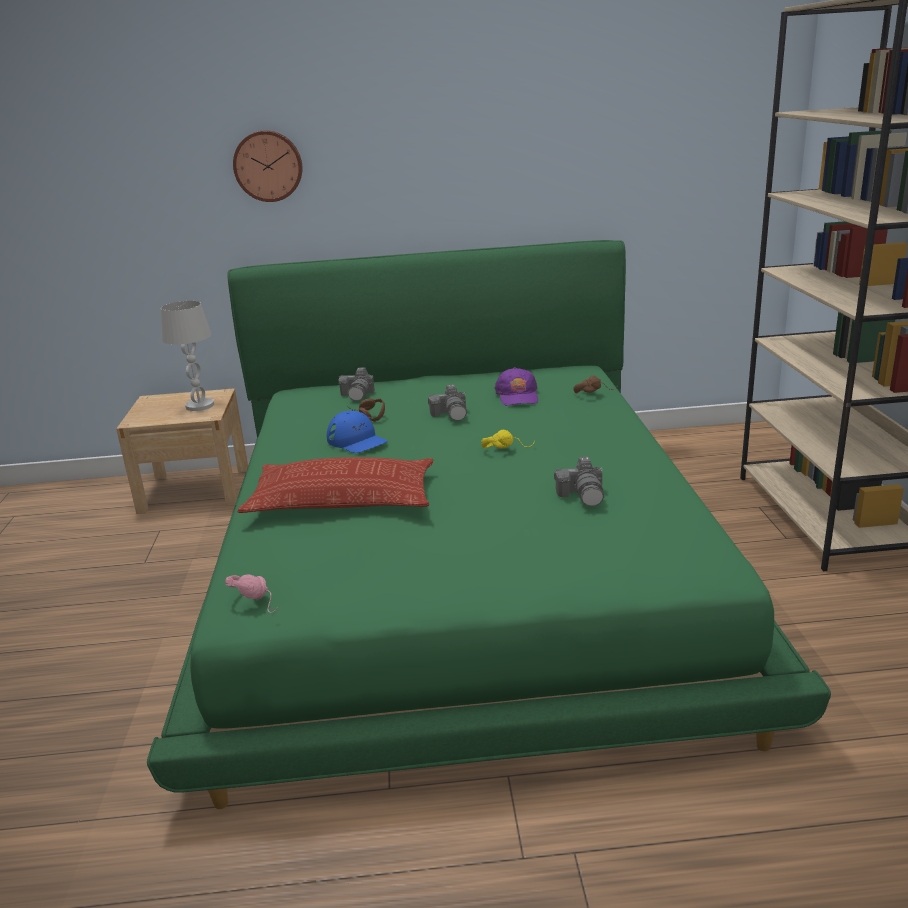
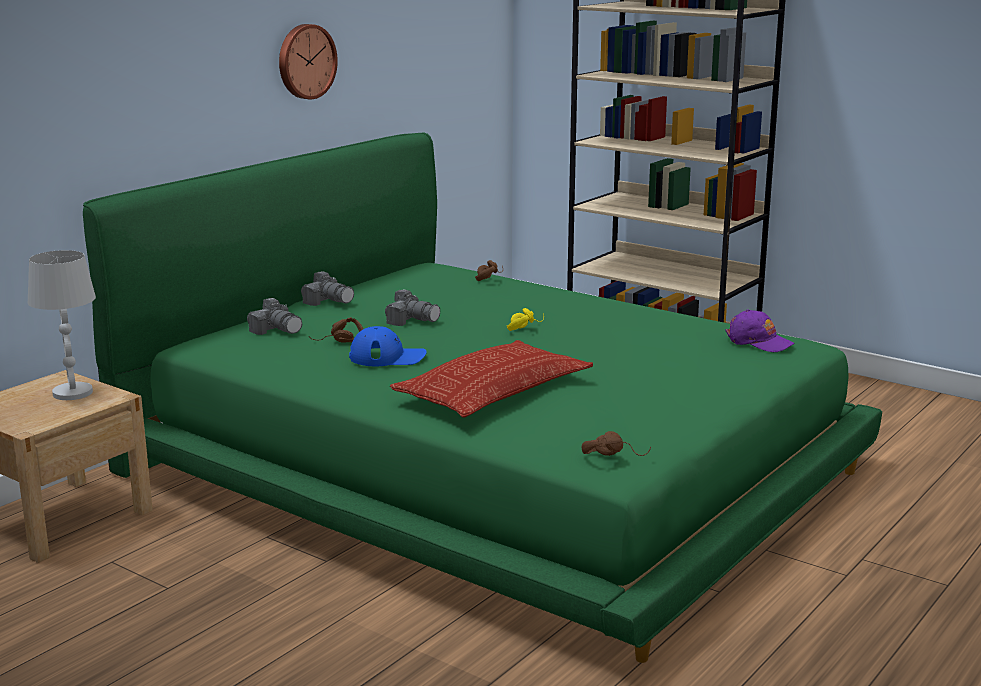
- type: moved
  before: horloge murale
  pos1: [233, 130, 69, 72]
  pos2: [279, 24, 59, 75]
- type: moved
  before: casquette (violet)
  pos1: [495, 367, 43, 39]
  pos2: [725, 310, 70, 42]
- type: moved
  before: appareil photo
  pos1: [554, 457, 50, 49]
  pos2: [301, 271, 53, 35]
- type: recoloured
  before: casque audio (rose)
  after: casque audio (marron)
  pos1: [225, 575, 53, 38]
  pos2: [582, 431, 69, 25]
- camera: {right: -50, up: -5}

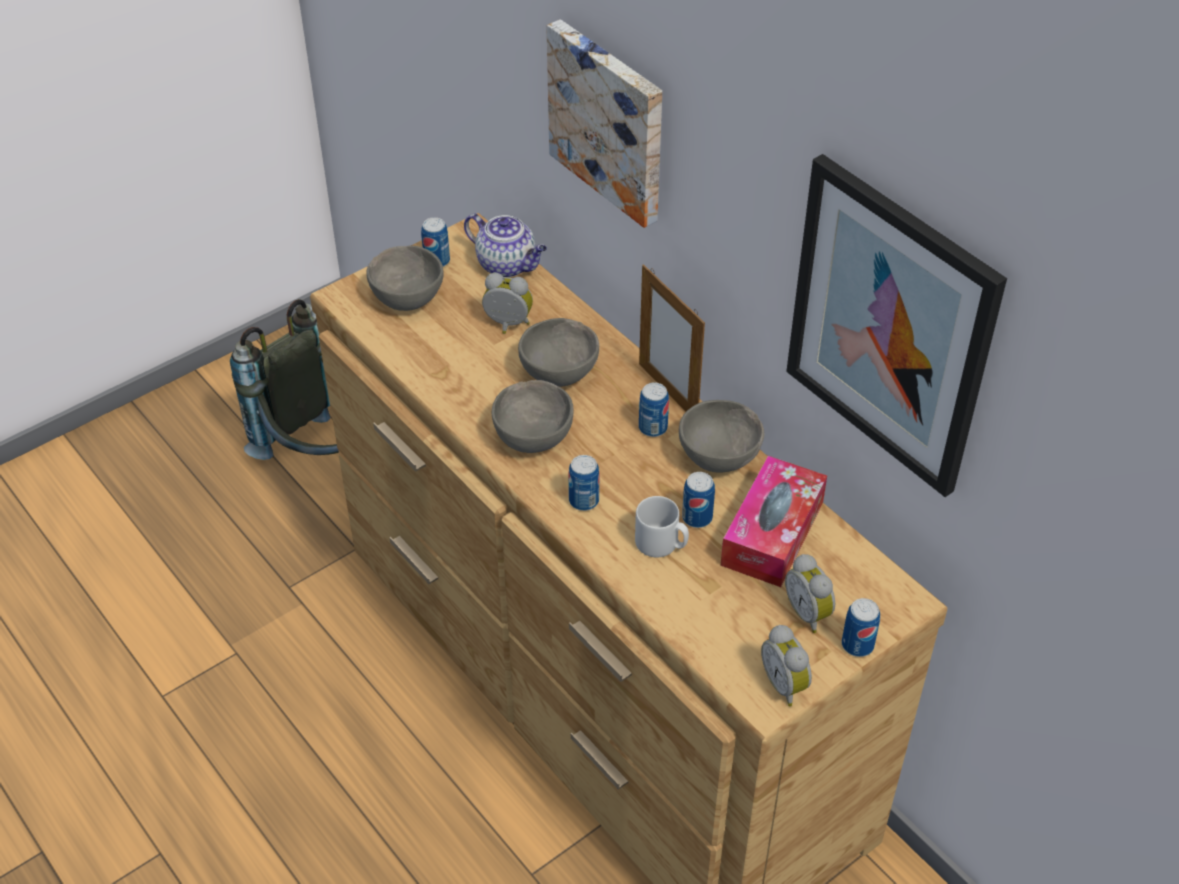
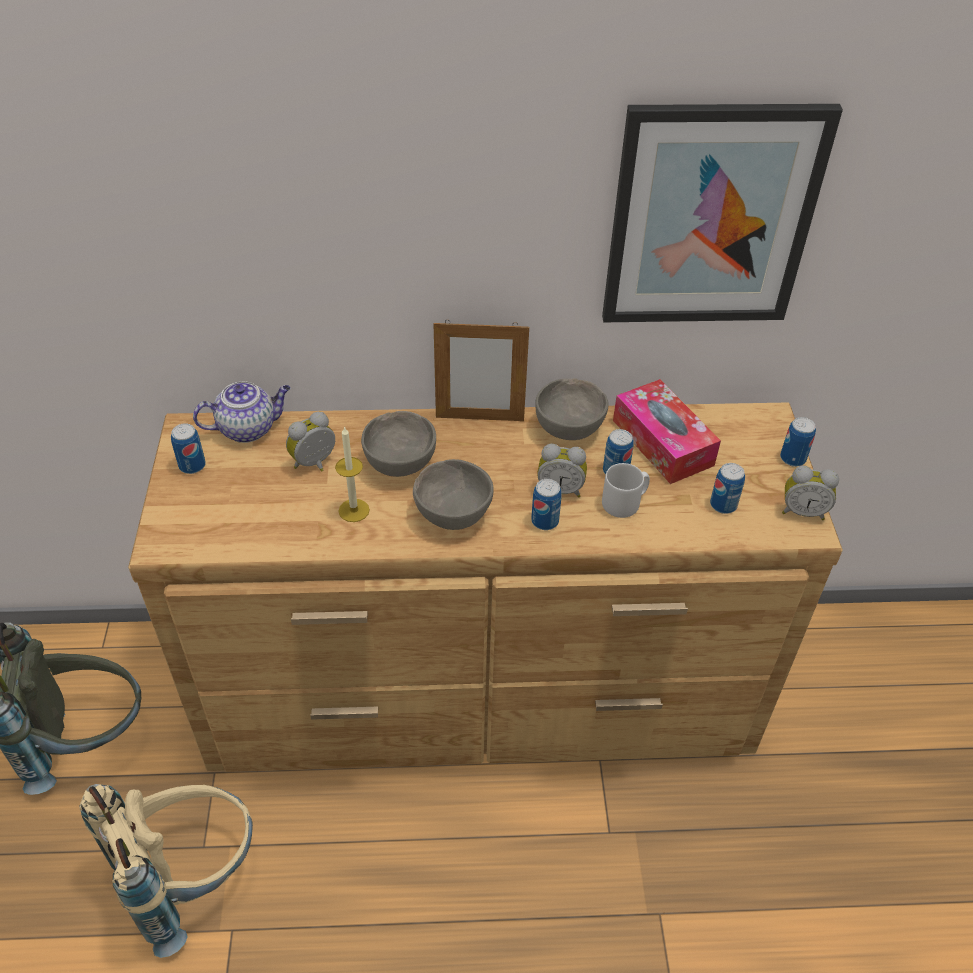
- type: removed
  before: tableau
  pos1: [546, 19, 116, 209]
- type: removed
  before: bol (gris)
  pos1: [366, 246, 78, 65]
- type: moved
  before: boîte métallique
  pos1: [639, 382, 30, 55]
  pos2: [710, 463, 35, 51]
- type: moved
  before: réveil
  pos1: [785, 554, 50, 79]
  pos2: [537, 444, 50, 53]
- type: added
  after: bougie
  pos2: [335, 426, 35, 96]
- type: added
  after: sac à dos (beige)
  pos2: [79, 784, 174, 174]
- camera: {right: -55, up: 0}

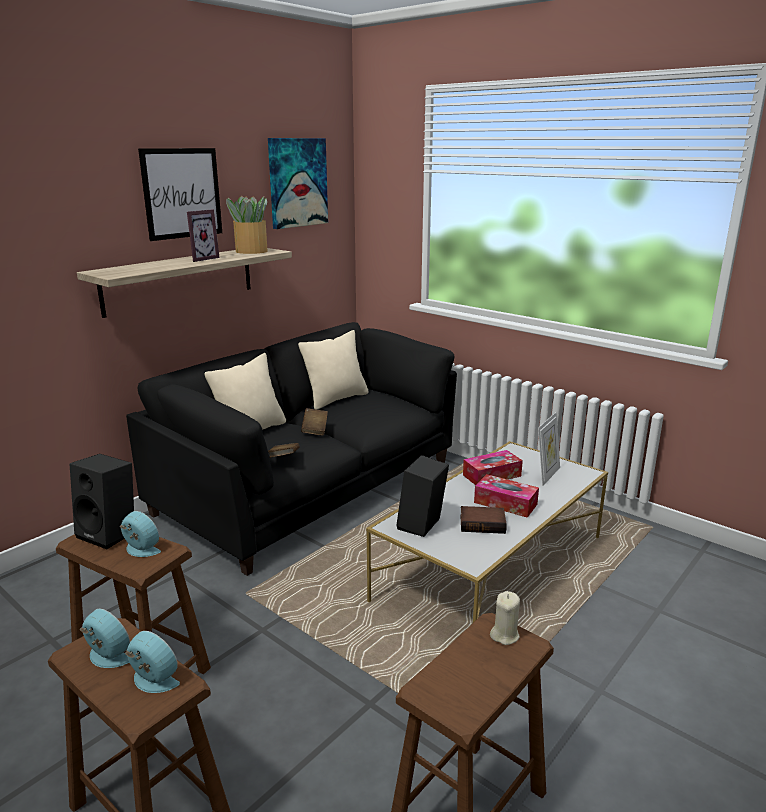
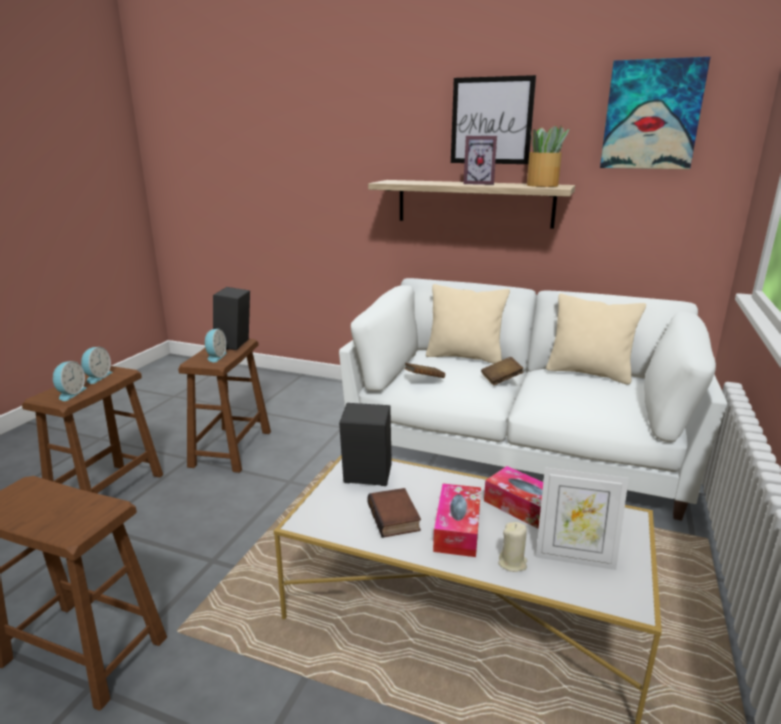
- type: recoloured
  before: canapé (noir)
  after: canapé (blanc)
  pos1: [126, 322, 331, 254]
  pos2: [339, 278, 388, 243]
- type: moved
  before: bougie (beige)
  pos1: [490, 591, 30, 54]
  pos2: [498, 522, 29, 50]
- camera: {right: 70, up: 0}

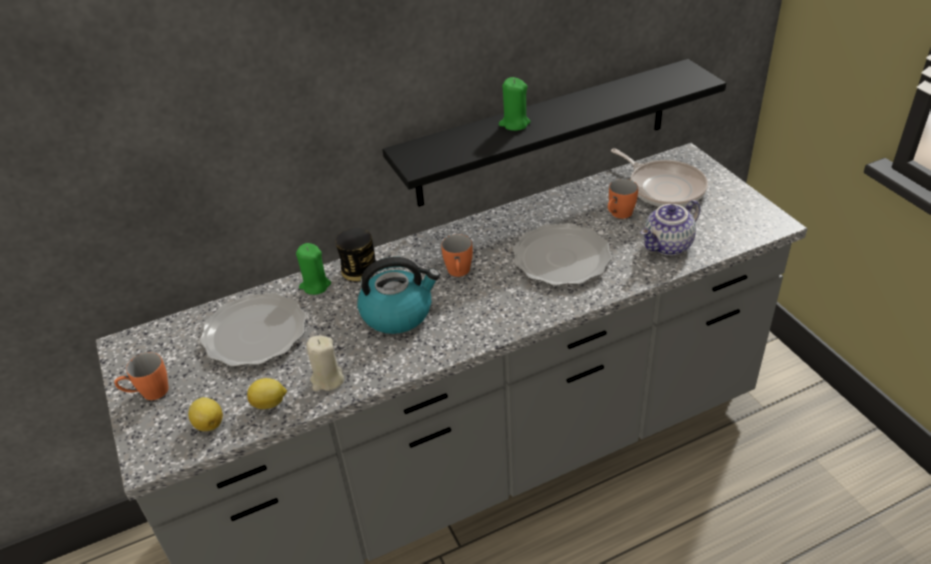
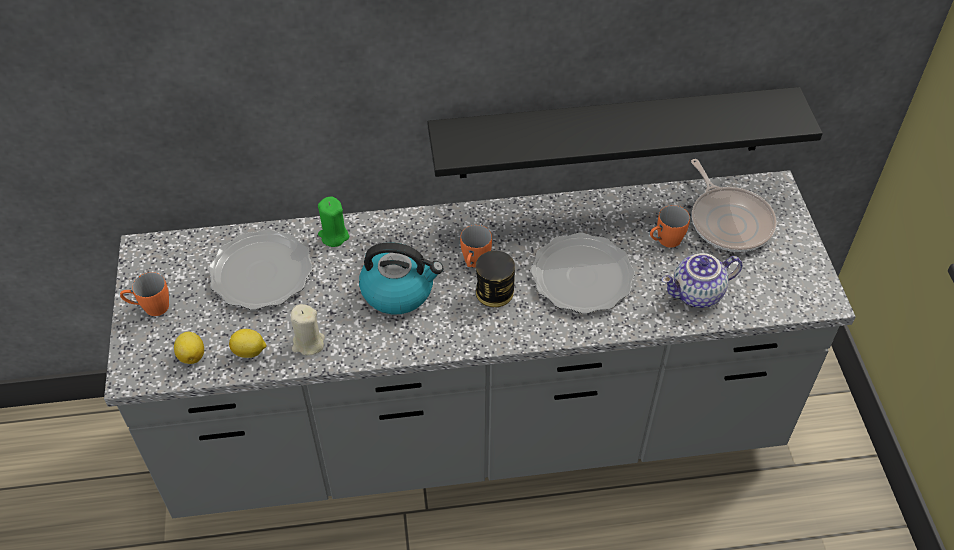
- type: removed
  before: bougie (vert)
  pos1: [499, 77, 31, 54]
- type: moved
  before: boîte métallique
  pos1: [335, 228, 41, 54]
  pos2: [476, 251, 39, 56]
- camera: {right: 15, up: 10}

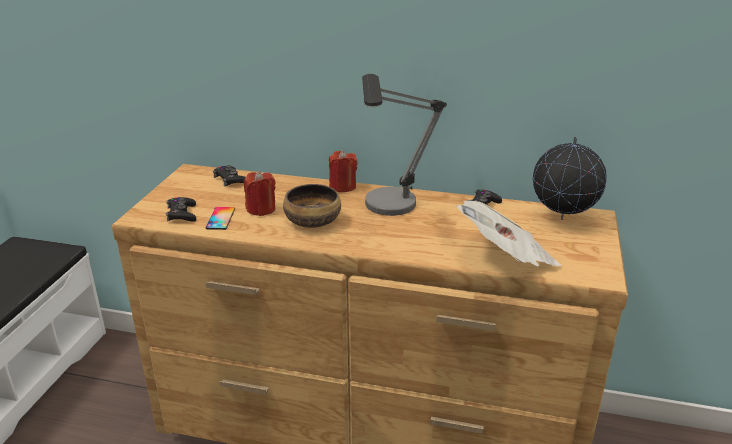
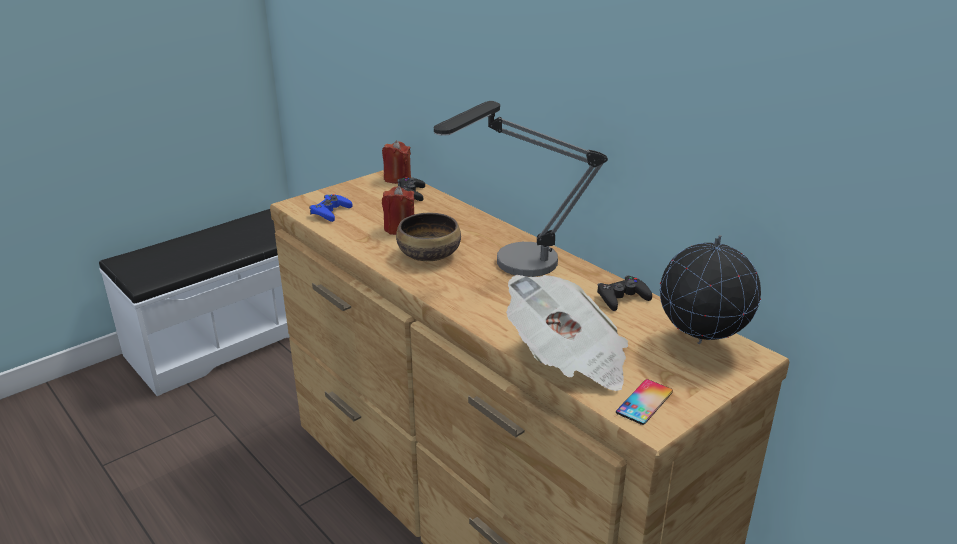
- type: moved
  before: bougie (rouge)
  pos1: [329, 150, 28, 42]
  pos2: [382, 141, 29, 43]
- type: recoloured
  before: manette (noir)
  after: manette (bleu)
  pos1: [166, 197, 30, 25]
  pos2: [309, 194, 44, 28]
- type: moved
  before: téléphone
  pos1: [206, 207, 29, 23]
  pos2: [616, 379, 57, 46]
- camera: {right: 35, up: 0}

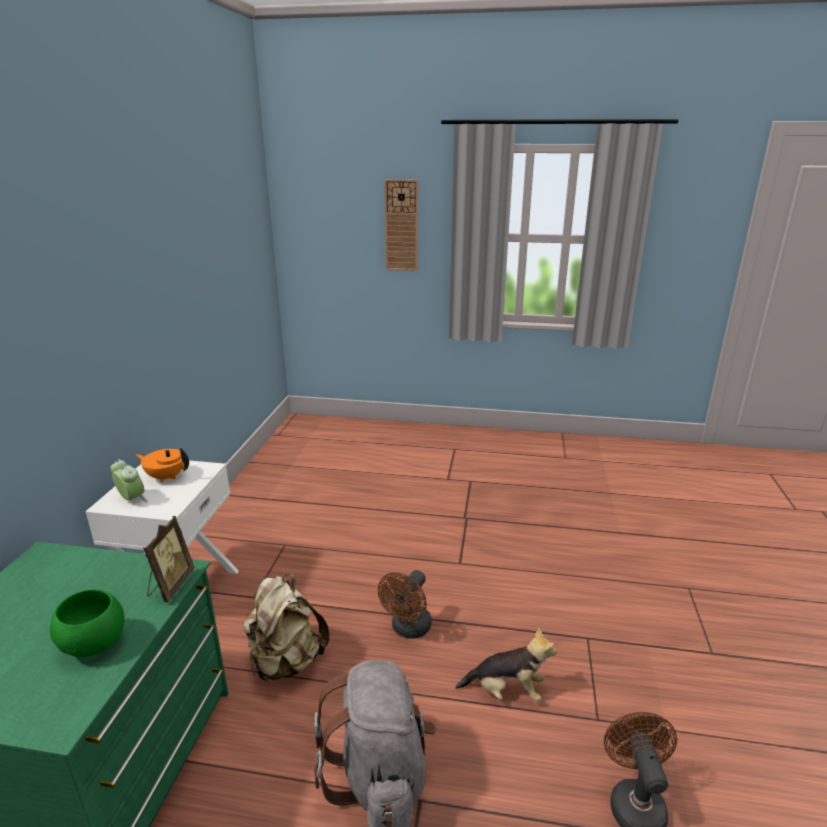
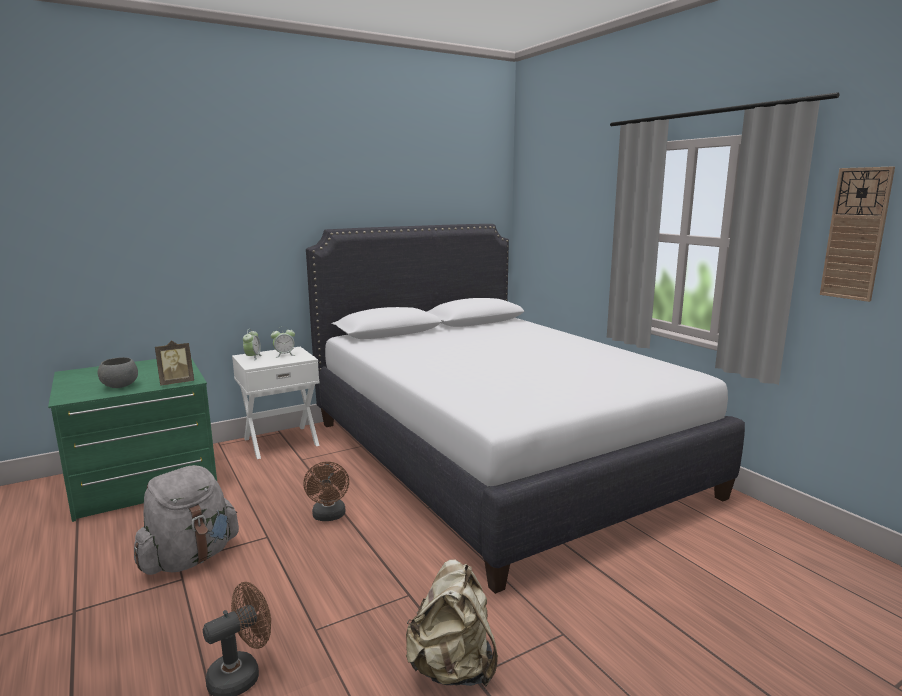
- type: moved
  before: horloge murale
  pos1: [385, 179, 33, 92]
  pos2: [820, 167, 75, 135]
- type: replaced
  before: théière (orange)
  after: réveil
  pos1: [135, 448, 54, 34]
  pos2: [271, 326, 24, 32]
- type: turned
  before: ventilateur (marron)
  pos1: [378, 570, 54, 69]
  pos2: [303, 462, 46, 59]
  turn: -90
- type: moved
  before: sac à dos (beige)
  pos1: [243, 574, 86, 108]
  pos2: [406, 559, 92, 128]
- type: recoloured
  before: bol (vert)
  after: bol (gris)
  pos1: [50, 589, 75, 68]
  pos2: [97, 357, 41, 31]
- type: removed
  before: peluche
  pos1: [455, 627, 102, 74]
- type: added
  after: lit (blanc)
  pos2: [306, 224, 439, 370]
- camera: {right: 50, up: -10}

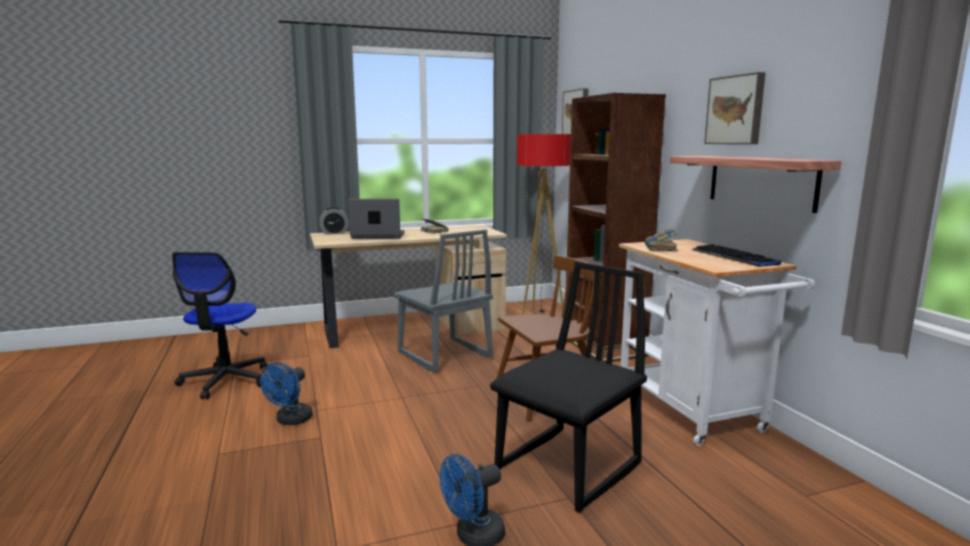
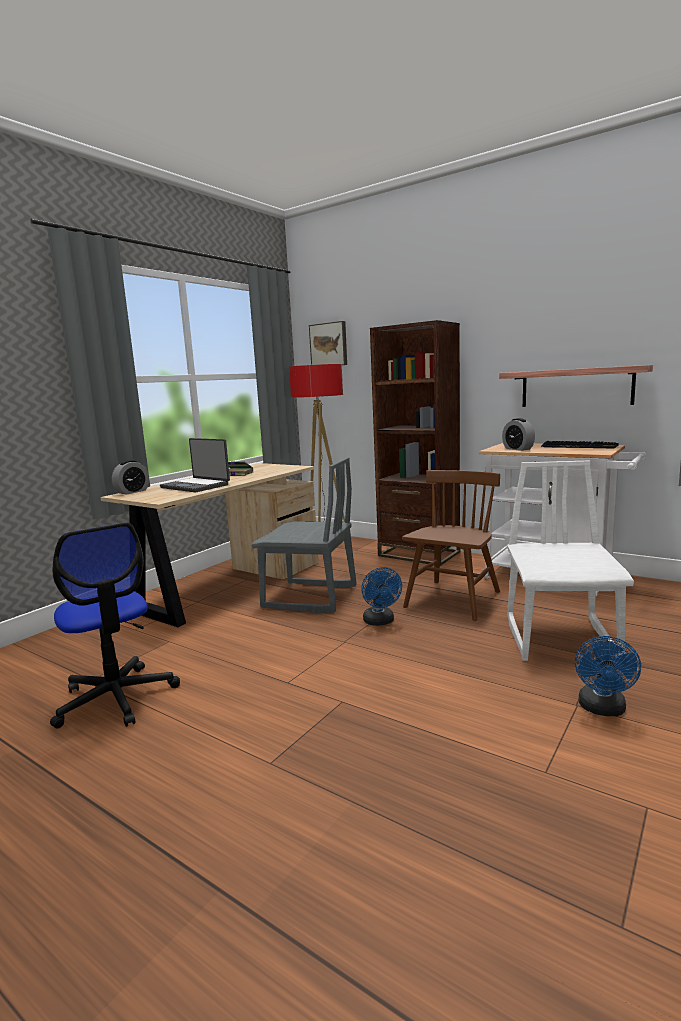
- type: removed
  before: tableau
  pos1: [704, 72, 61, 72]
- type: turned
  before: ordinateur portable
  pos1: [348, 199, 57, 40]
  pos2: [160, 438, 70, 54]
  turn: -105
- type: replaced
  before: livre
  after: réveil
  pos1: [645, 228, 33, 24]
  pos2: [502, 418, 33, 33]
- type: recoloured
  before: chaise (noir)
  after: chaise (blanc)
  pos1: [490, 262, 157, 251]
  pos2: [507, 461, 127, 200]
- type: moved
  before: ventilateur (bleu)
  pos1: [260, 362, 52, 63]
  pos2: [361, 567, 41, 59]
- camera: {right: -35, up: 0}

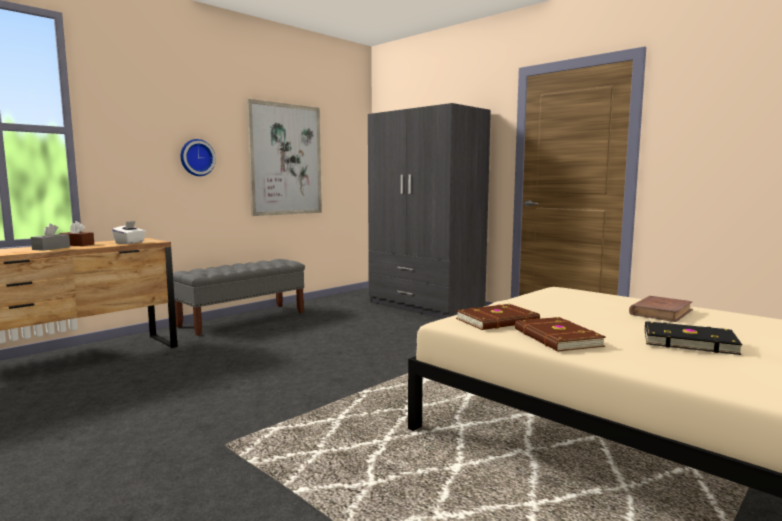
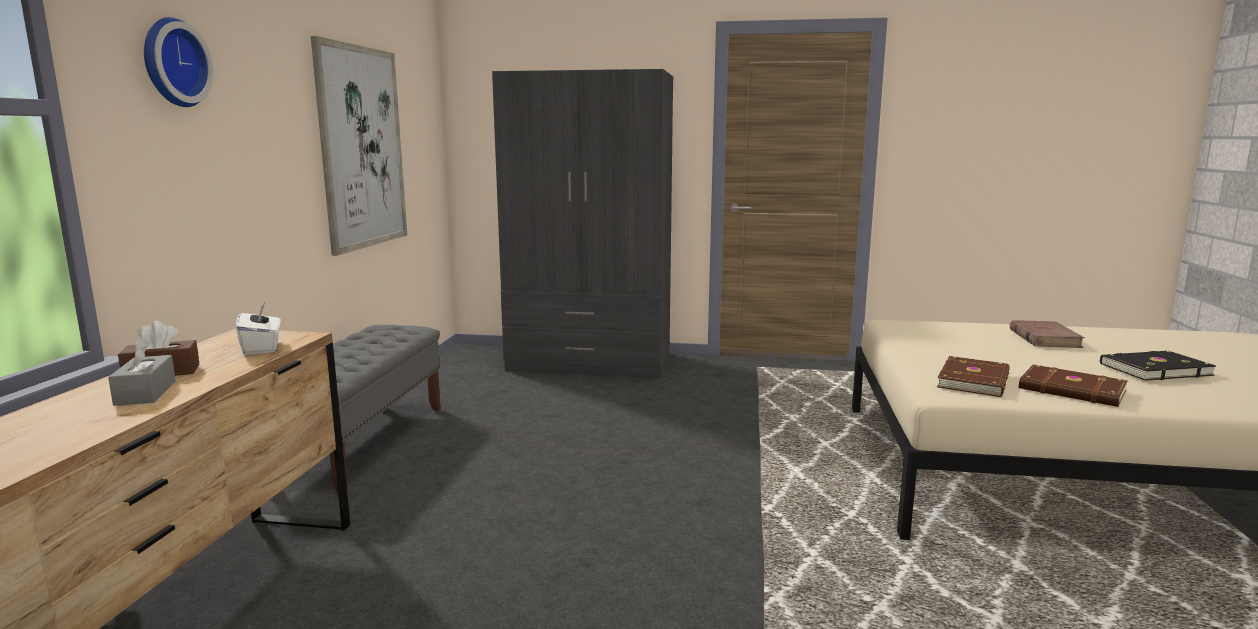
- type: moved
  before: horloge murale
  pos1: [180, 139, 36, 37]
  pos2: [144, 17, 70, 90]
- camera: {right: -35, up: 5}

